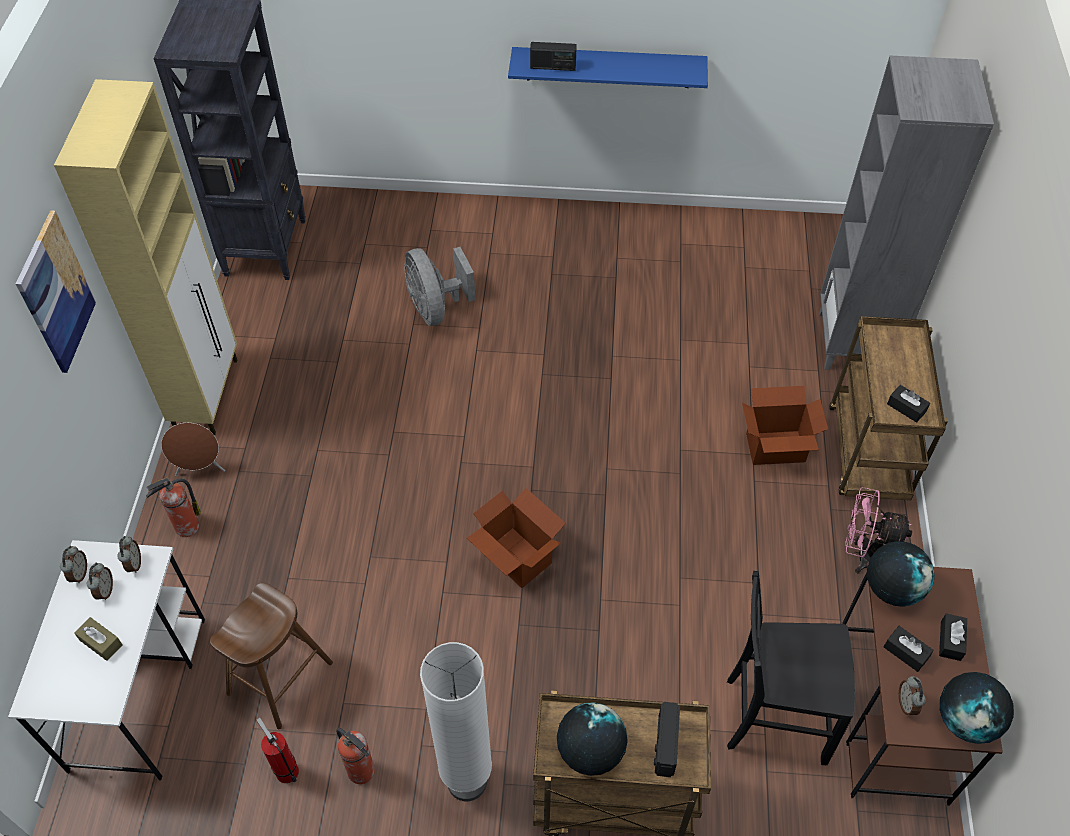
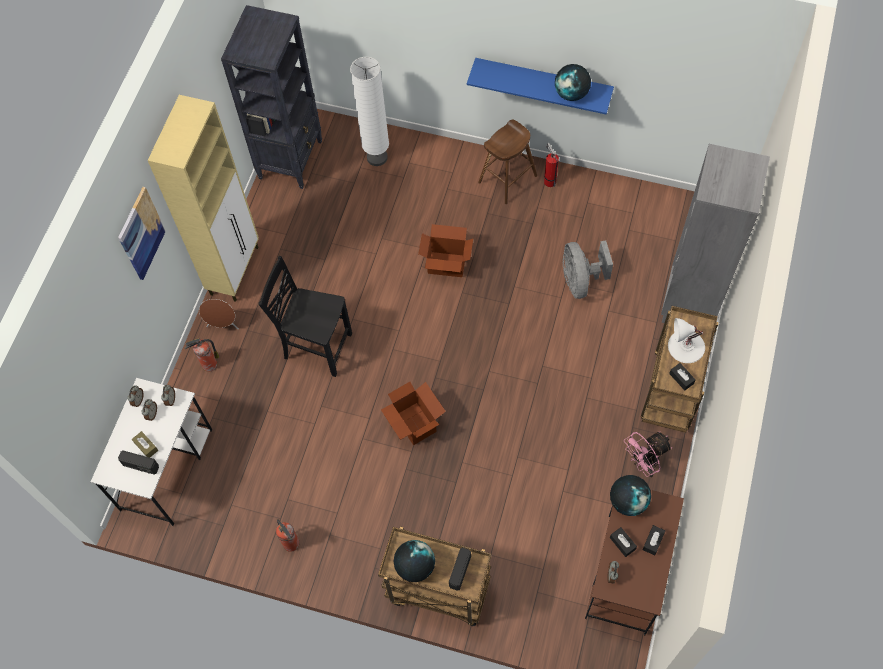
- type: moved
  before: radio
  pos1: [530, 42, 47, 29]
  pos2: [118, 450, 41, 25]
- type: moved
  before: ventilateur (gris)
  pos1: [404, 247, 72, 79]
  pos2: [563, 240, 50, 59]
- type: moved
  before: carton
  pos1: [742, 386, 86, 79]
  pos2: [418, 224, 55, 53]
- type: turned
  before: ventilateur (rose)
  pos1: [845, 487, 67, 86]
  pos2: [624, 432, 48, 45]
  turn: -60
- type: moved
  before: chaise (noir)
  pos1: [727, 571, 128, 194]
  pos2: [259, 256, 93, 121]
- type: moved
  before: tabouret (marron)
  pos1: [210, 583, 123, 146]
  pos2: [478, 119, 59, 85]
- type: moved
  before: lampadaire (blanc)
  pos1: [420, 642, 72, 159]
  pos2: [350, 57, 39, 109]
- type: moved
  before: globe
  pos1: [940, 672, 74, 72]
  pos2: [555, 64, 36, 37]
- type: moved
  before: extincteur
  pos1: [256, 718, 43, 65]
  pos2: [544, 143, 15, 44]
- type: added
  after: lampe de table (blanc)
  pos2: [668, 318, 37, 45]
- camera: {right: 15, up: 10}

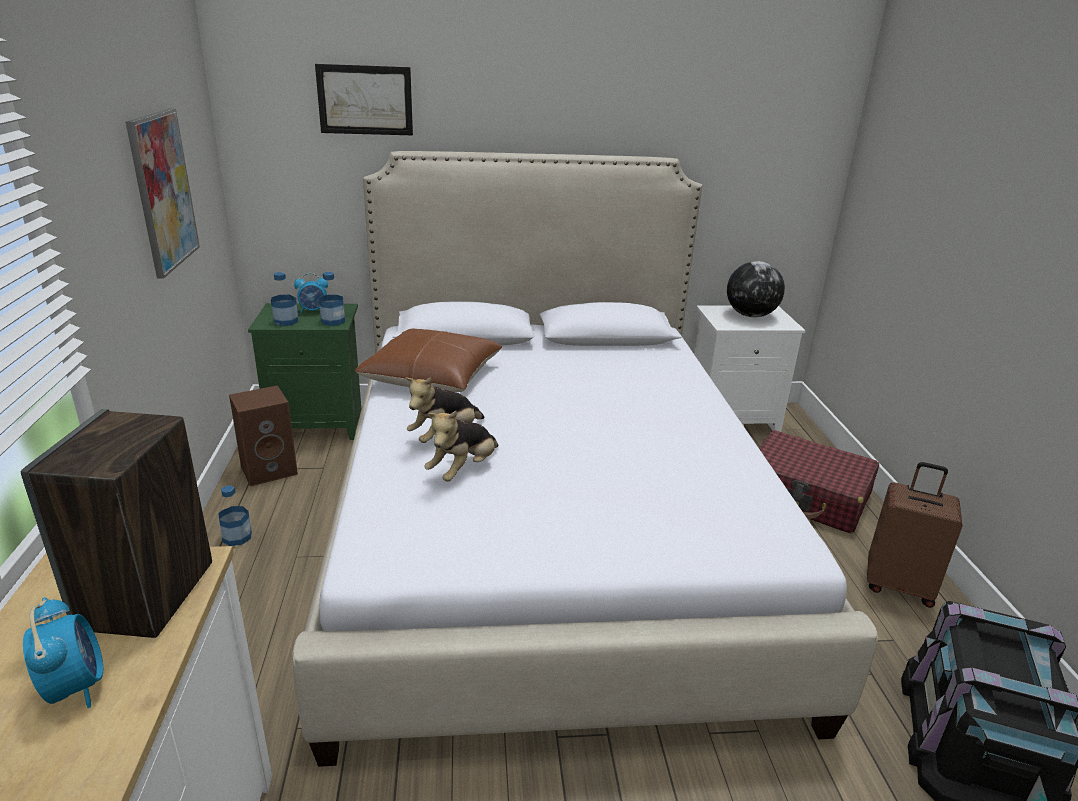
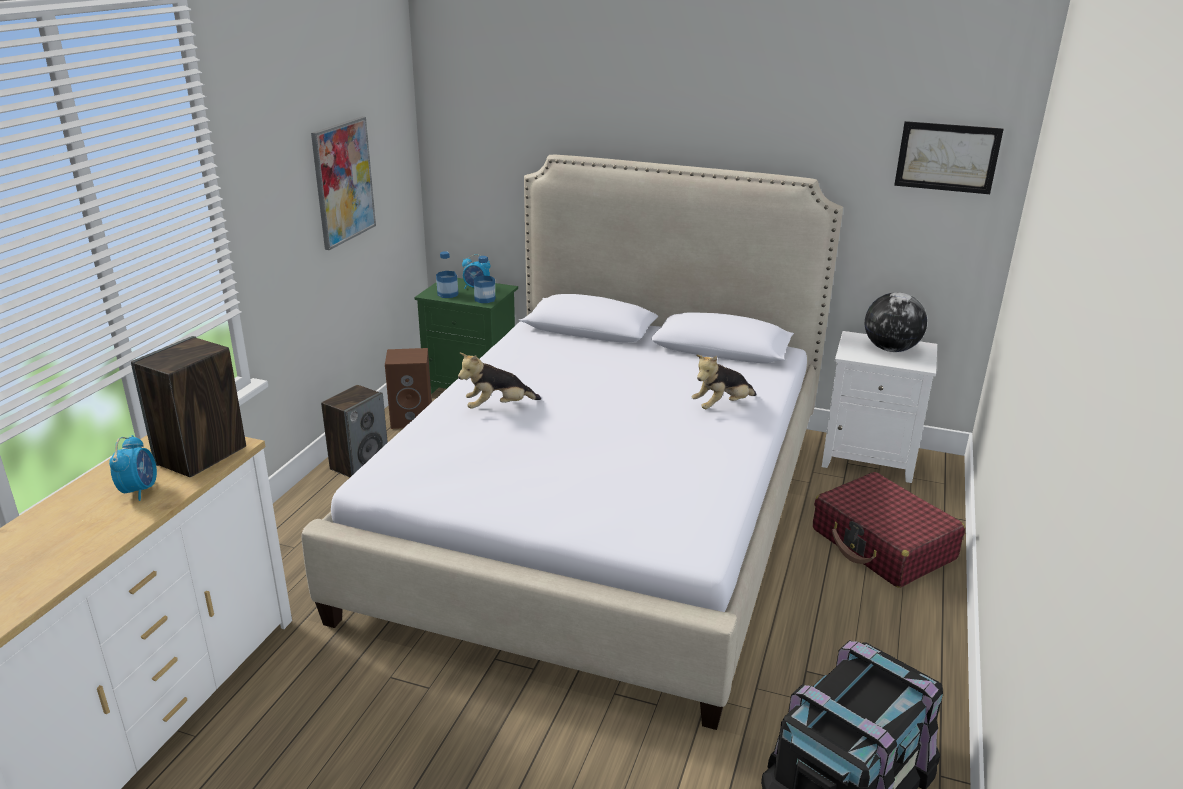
- type: moved
  before: tableau
  pos1: [315, 64, 98, 71]
  pos2: [894, 121, 110, 73]
- type: removed
  before: coussin (marron)
  pos1: [355, 329, 147, 63]
- type: moved
  before: peluche
  pos1: [424, 411, 75, 71]
  pos2: [692, 354, 64, 55]
- type: removed
  before: valise (marron)
  pos1: [867, 462, 96, 146]
- type: replaced
  before: bouteille
  after: enceinte
  pos1: [218, 486, 34, 60]
  pos2: [321, 385, 67, 92]
- camera: {right: 25, up: 0}

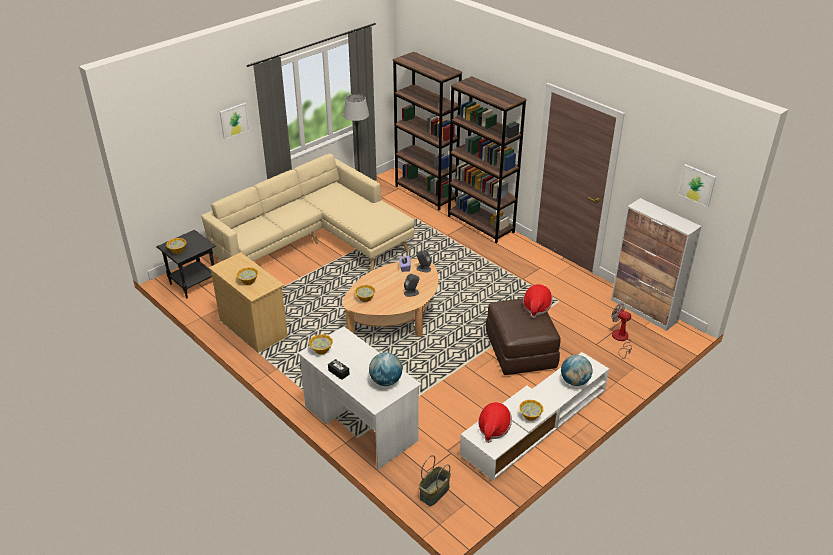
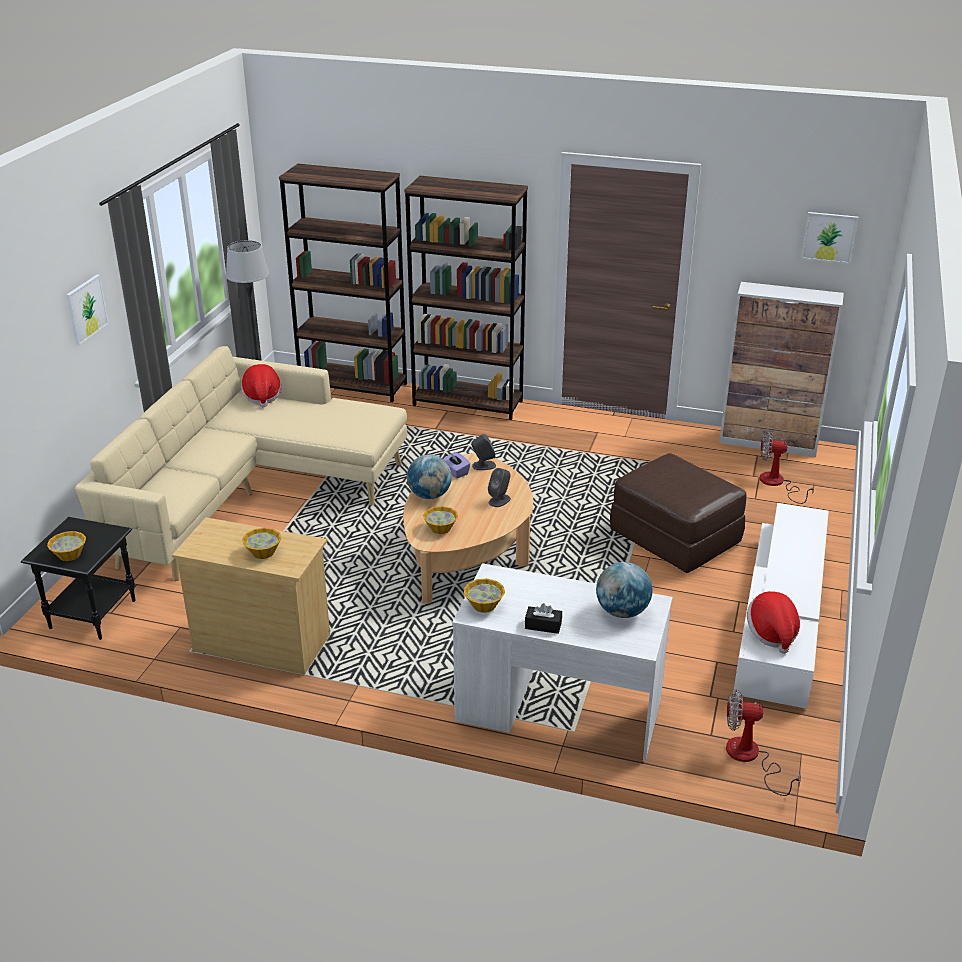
- type: moved
  before: chapeau
  pos1: [523, 284, 30, 34]
  pos2: [241, 364, 40, 43]
- type: moved
  before: globe
  pos1: [561, 355, 31, 31]
  pos2: [407, 454, 45, 45]
- type: removed
  before: bol
  pos1: [519, 400, 24, 21]
- type: replaced
  before: panier
  after: ventilateur
  pos1: [419, 455, 32, 51]
  pos2: [726, 690, 75, 106]
- camera: {right: -30, up: -5}

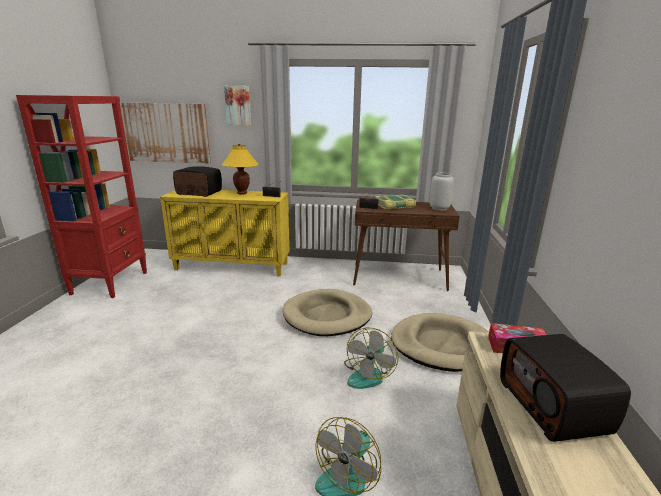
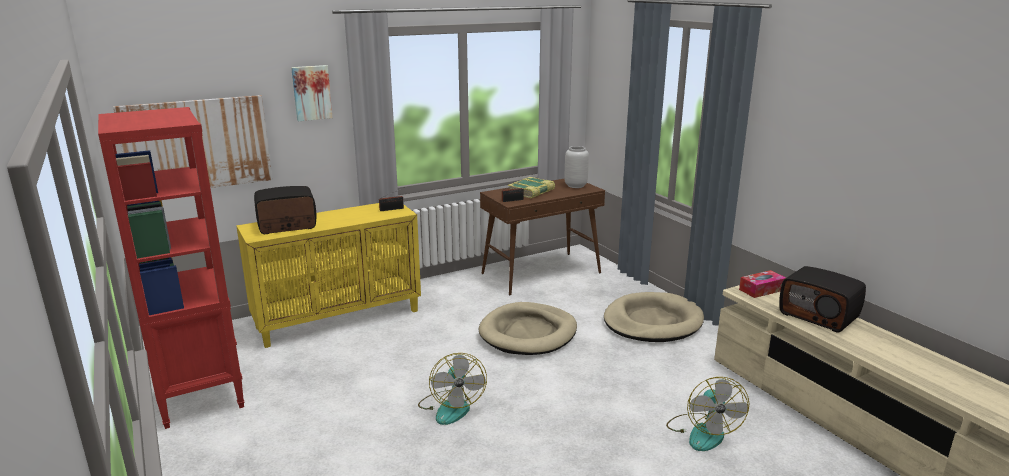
- type: removed
  before: lampe de table (jaune)
  pos1: [221, 144, 38, 51]
- type: moved
  before: ventilateur
  pos1: [344, 328, 55, 61]
  pos2: [418, 353, 69, 72]
- camera: {right: -35, up: 0}

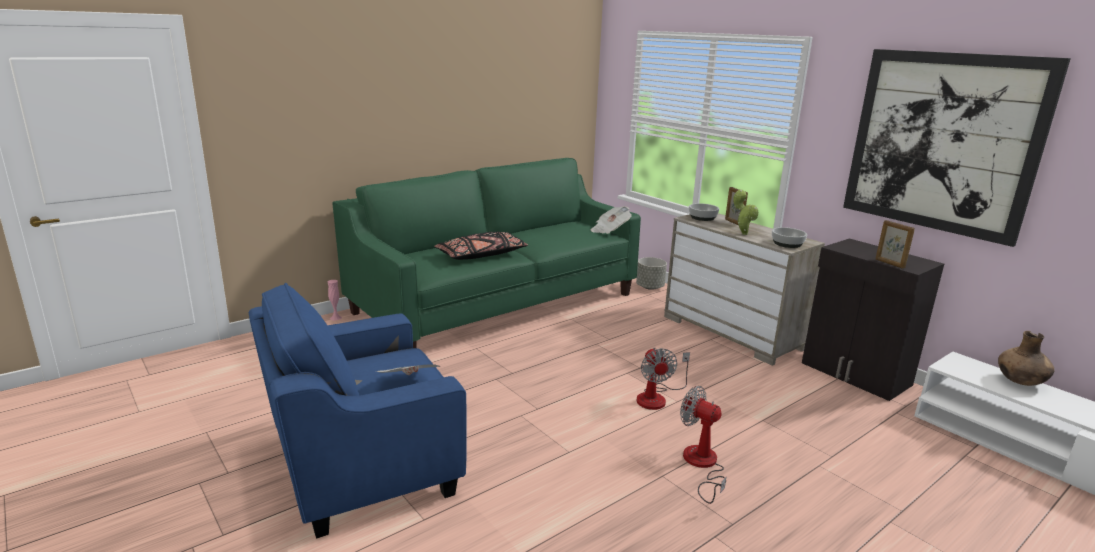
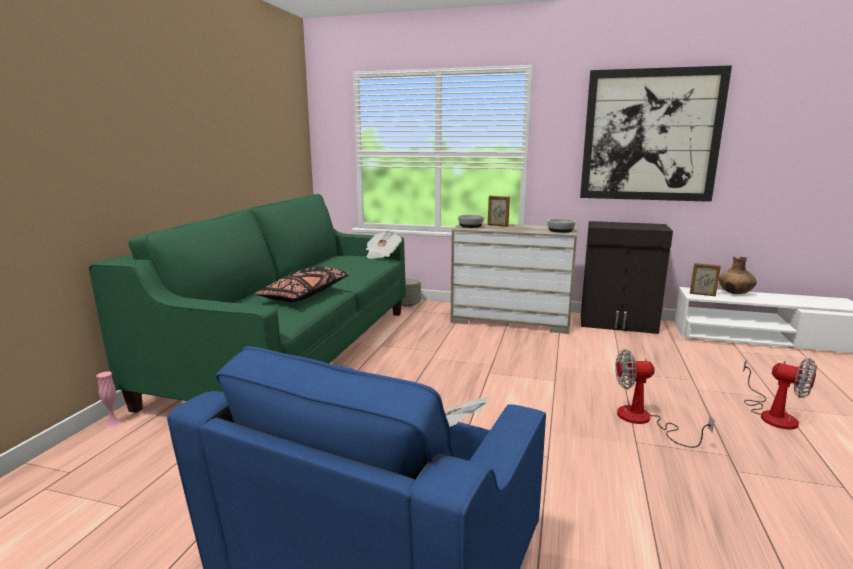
- type: removed
  before: plante en pot
  pos1: [733, 190, 25, 45]
- type: moved
  before: cadre photo
  pos1: [876, 220, 39, 49]
  pos2: [690, 263, 31, 33]
- type: moved
  before: ventilateur
  pos1: [637, 347, 53, 63]
  pos2: [743, 358, 74, 72]
- camera: {right: -35, up: -5}

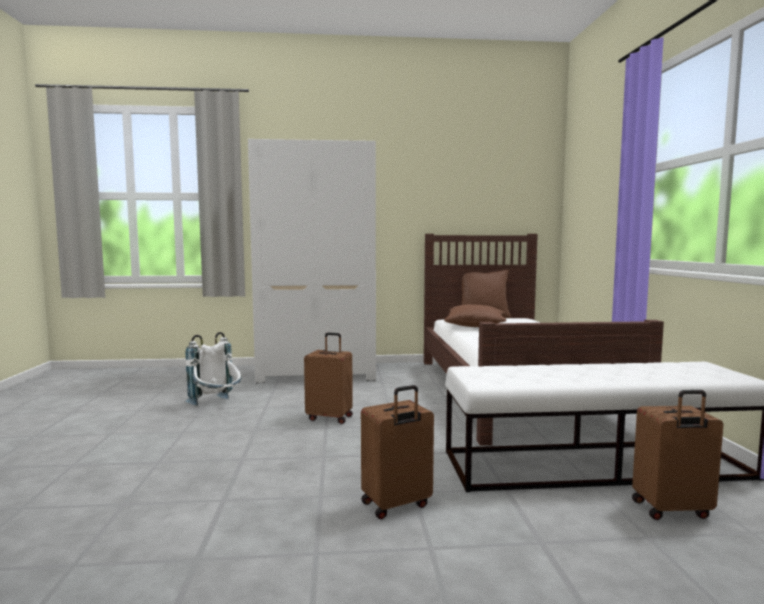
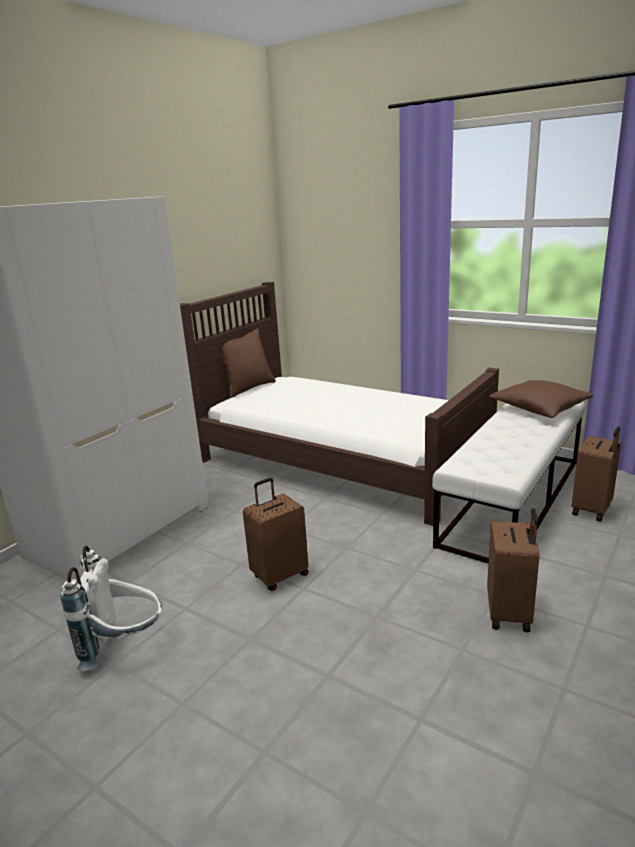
- type: moved
  before: coussin (marron)
  pos1: [444, 304, 62, 23]
  pos2: [489, 380, 104, 38]
- camera: {right: -50, up: 15}

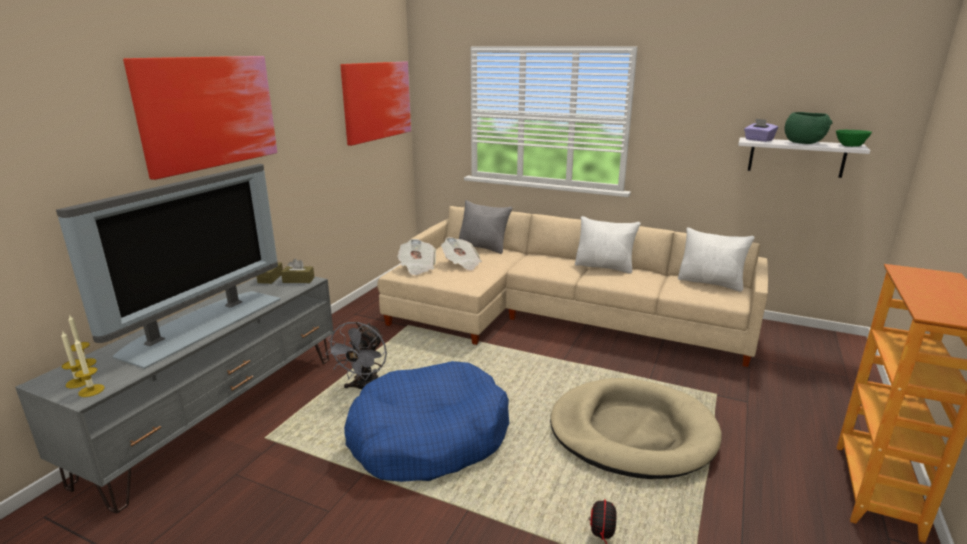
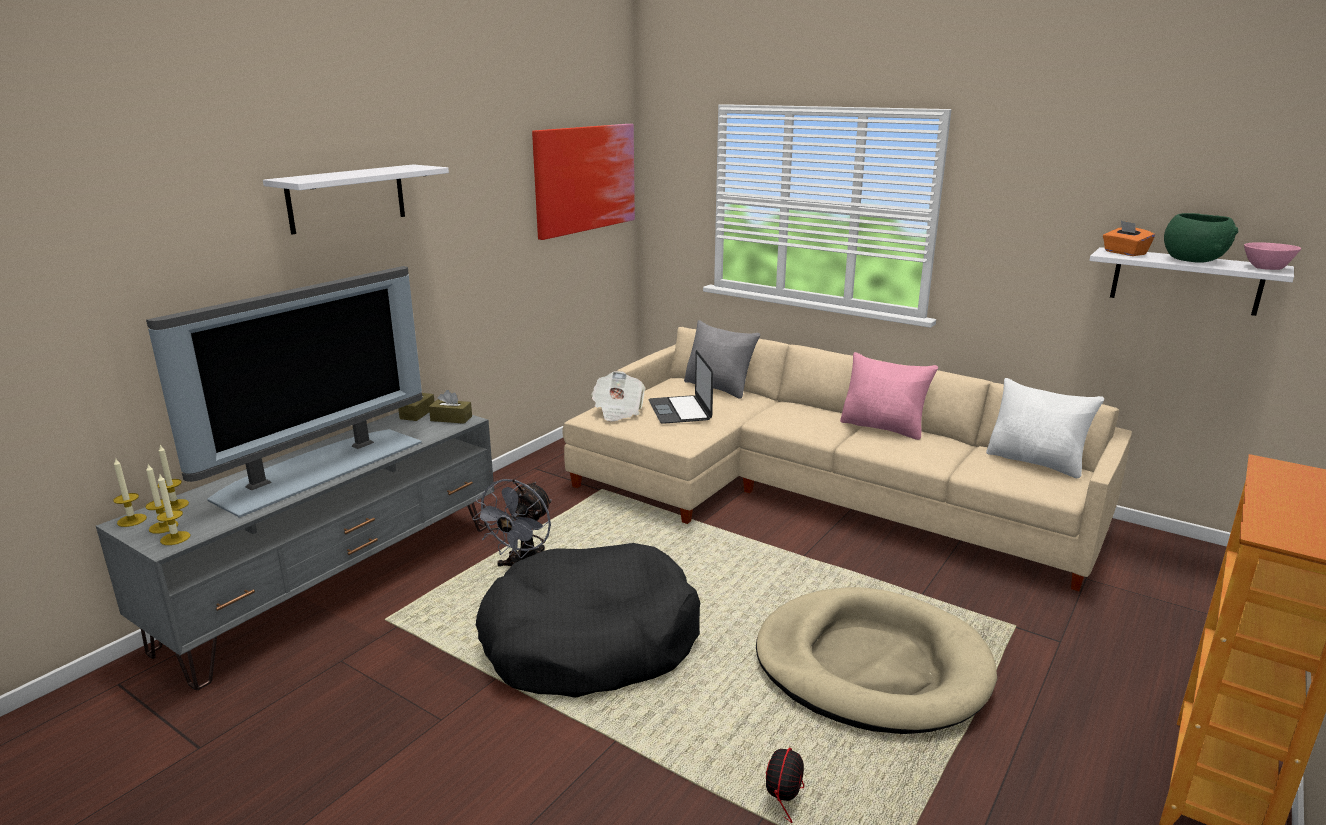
- type: replaced
  before: tableau
  after: étagère (blanc)
  pos1: [123, 56, 154, 124]
  pos2: [263, 164, 186, 71]
- type: recoloured
  before: boîte à mouchoirs (violet)
  after: boîte à mouchoirs (orange)
  pos1: [744, 119, 34, 23]
  pos2: [1103, 221, 52, 35]
- type: recoloured
  before: bol (vert)
  after: bol (rose)
  pos1: [836, 130, 36, 17]
  pos2: [1244, 242, 58, 28]
- type: recoloured
  before: coussin (blanc)
  after: coussin (rose)
  pos1: [575, 216, 66, 58]
  pos2: [840, 352, 98, 88]
- type: replaced
  before: journal
  after: ordinateur portable
  pos1: [441, 237, 41, 34]
  pos2: [648, 350, 65, 74]
- type: recoloured
  before: panier pour chien (bleu)
  after: panier pour chien (noir)
  pos1: [344, 361, 165, 121]
  pos2: [476, 543, 224, 154]
- type: added
  after: bougie
  pos2: [113, 457, 34, 70]
- camera: {right: 10, up: 0}

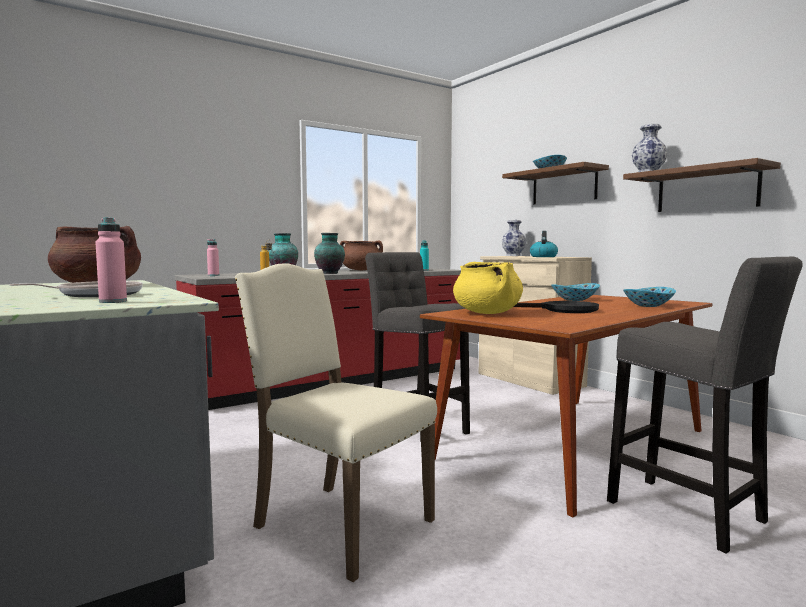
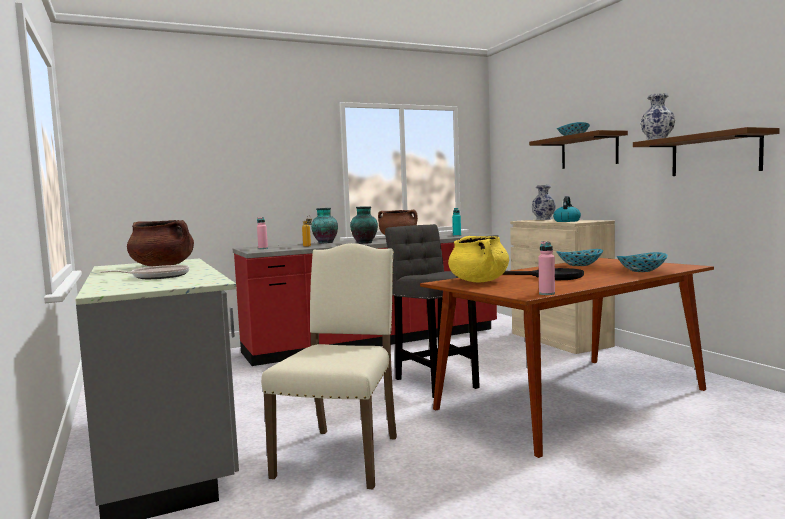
- type: moved
  before: bouteille (rose)
  pos1: [95, 217, 32, 86]
  pos2: [538, 241, 17, 54]
- type: removed
  before: tabouret (gris)
  pos1: [607, 257, 196, 297]
- type: turned
  before: chaise (beige)
  pos1: [235, 263, 202, 319]
  pos2: [261, 243, 136, 246]
  turn: 60
- camera: {right: 10, up: 0}

